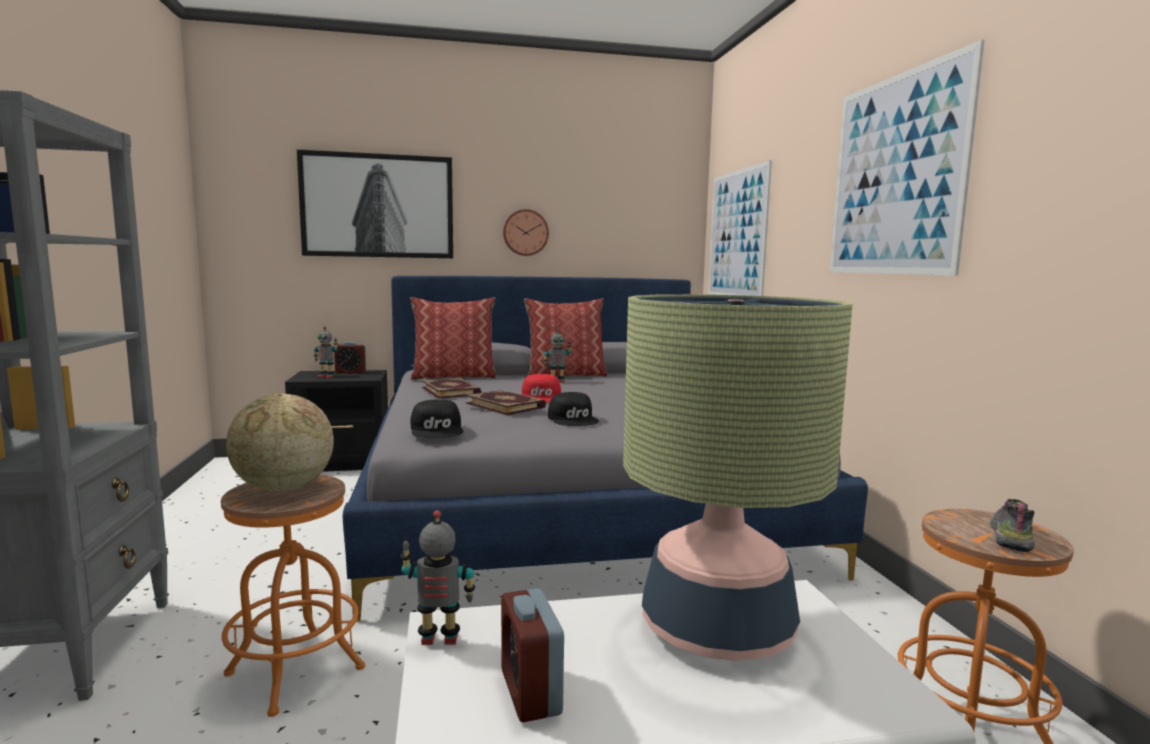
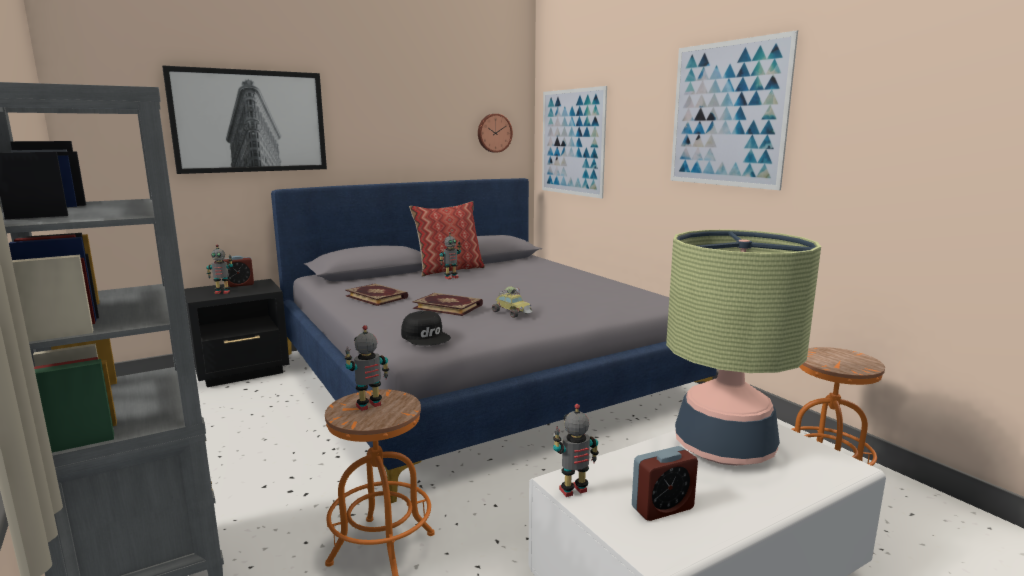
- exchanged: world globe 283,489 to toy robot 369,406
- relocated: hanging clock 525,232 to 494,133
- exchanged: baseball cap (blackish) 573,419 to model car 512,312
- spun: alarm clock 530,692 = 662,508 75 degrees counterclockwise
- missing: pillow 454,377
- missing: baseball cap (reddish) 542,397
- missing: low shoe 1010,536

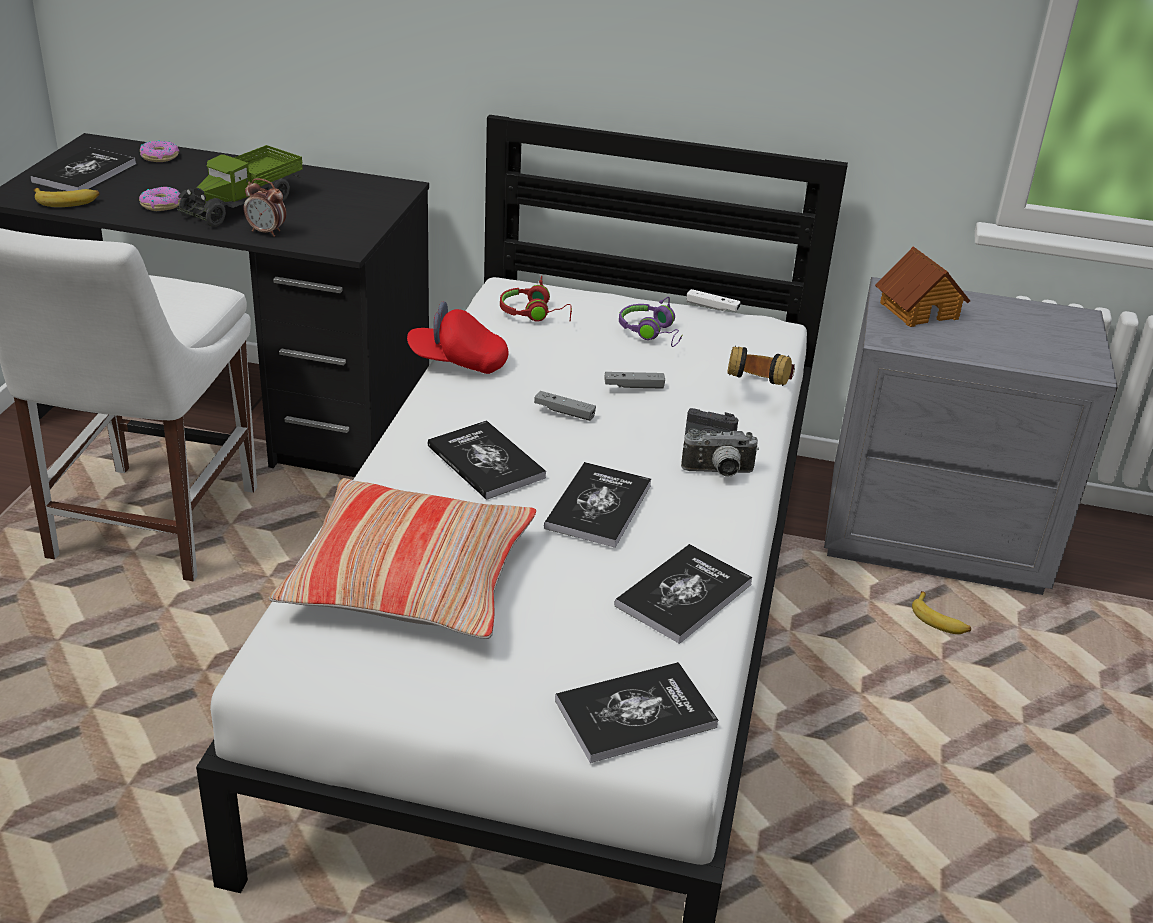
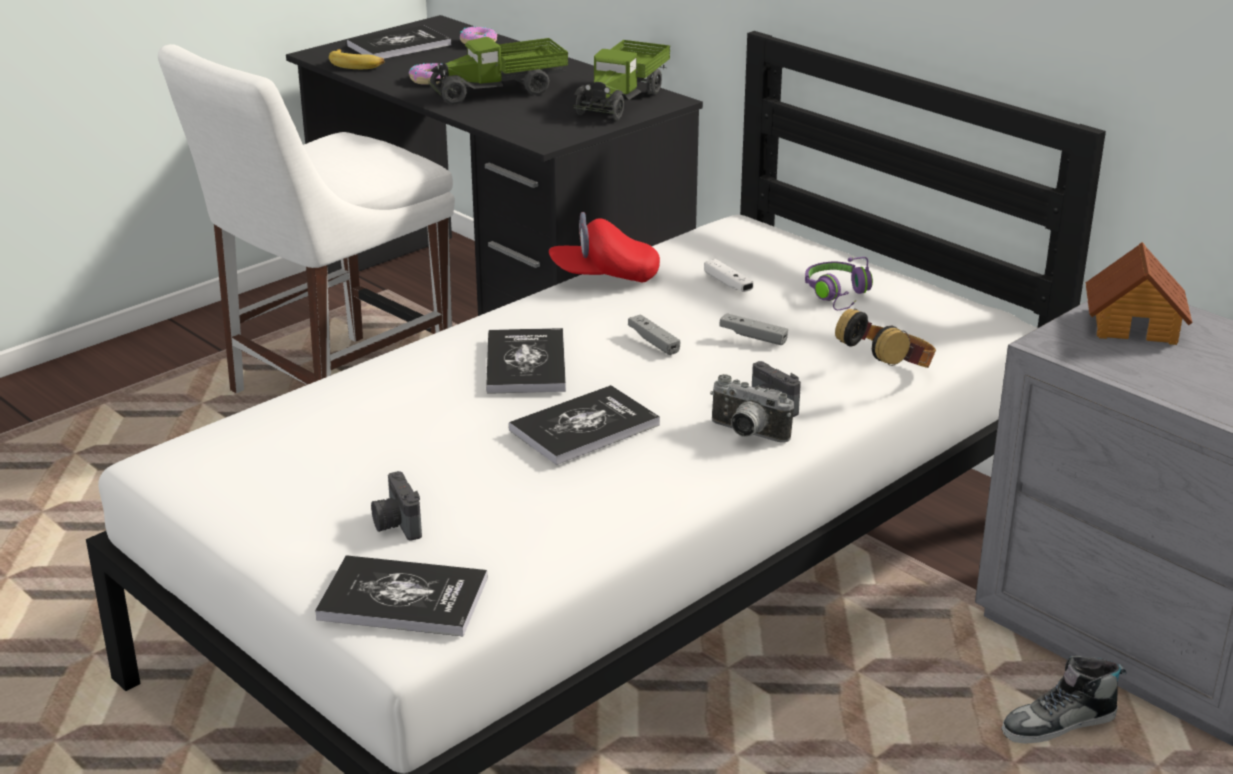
- appeared: still camera 396,524
- spun: baseball cap (reddish) 458,362 = 604,277 45 degrees counterclockwise
- appeared: toy truck 622,100
- relocated: gamepad (whitish) 712,307 to 728,283
- exchanged: banana fruit 939,620 to low shoe 1059,725
- missing: alarm clock 267,232
- missing: pillow 410,578
- missing: headset (reddish) 535,314
- missing: bound book 683,595

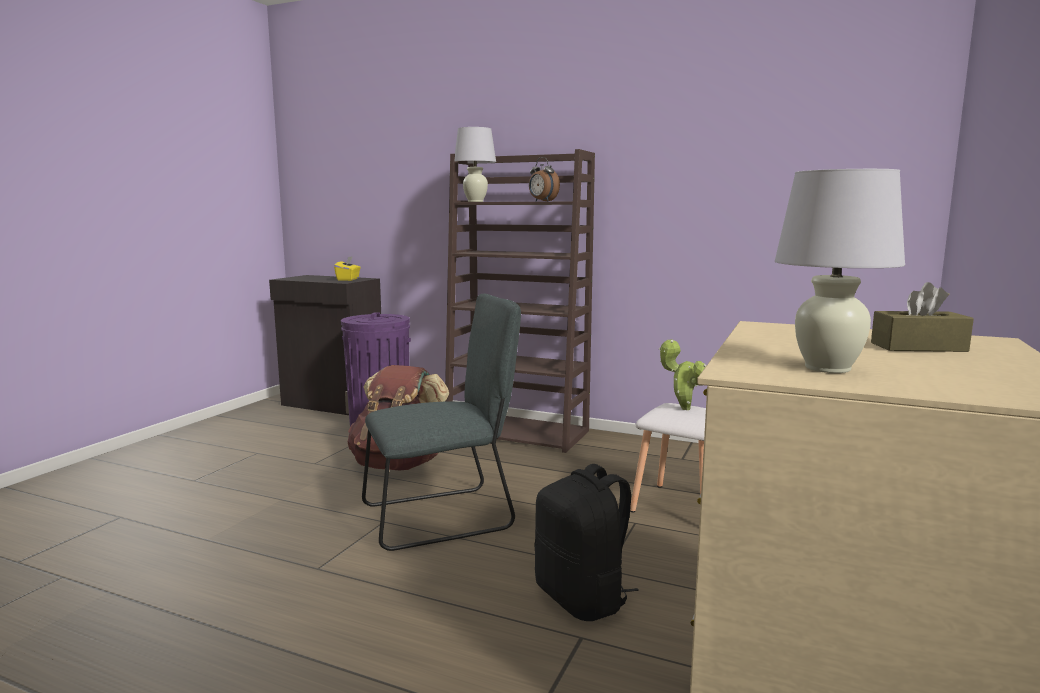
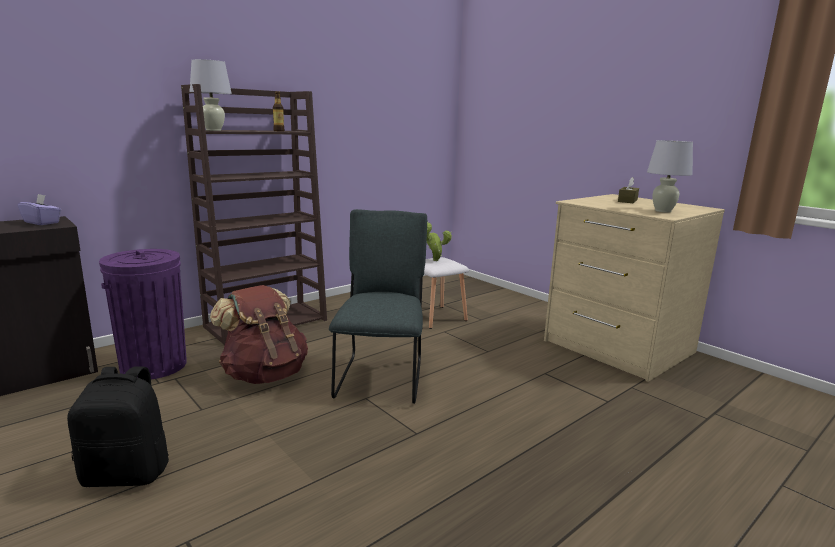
- colour: box of tissues (yellow-coloured) 348,279 to box of tissues (purple-coloured) 42,222
- relocated: rucksack (blackish) 583,598 to 128,473
- exchanged: alarm clock 542,201 to drink bottle 279,131

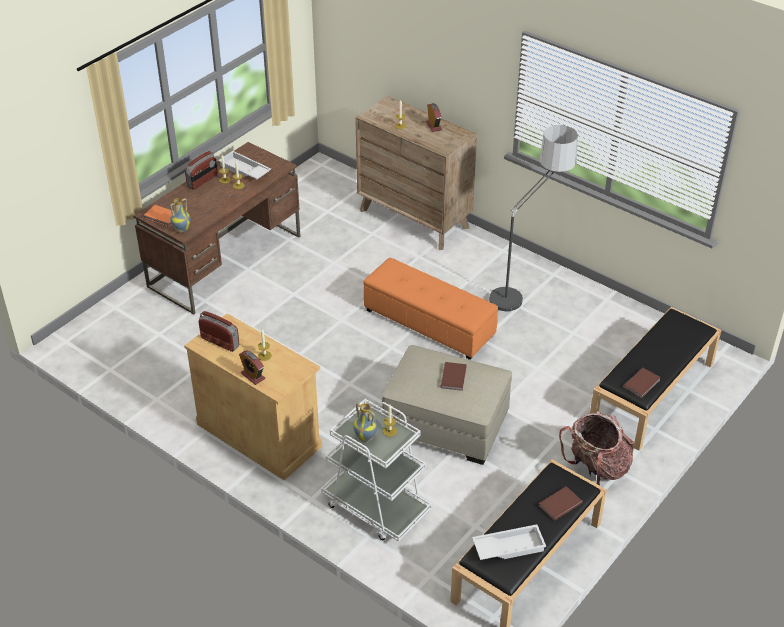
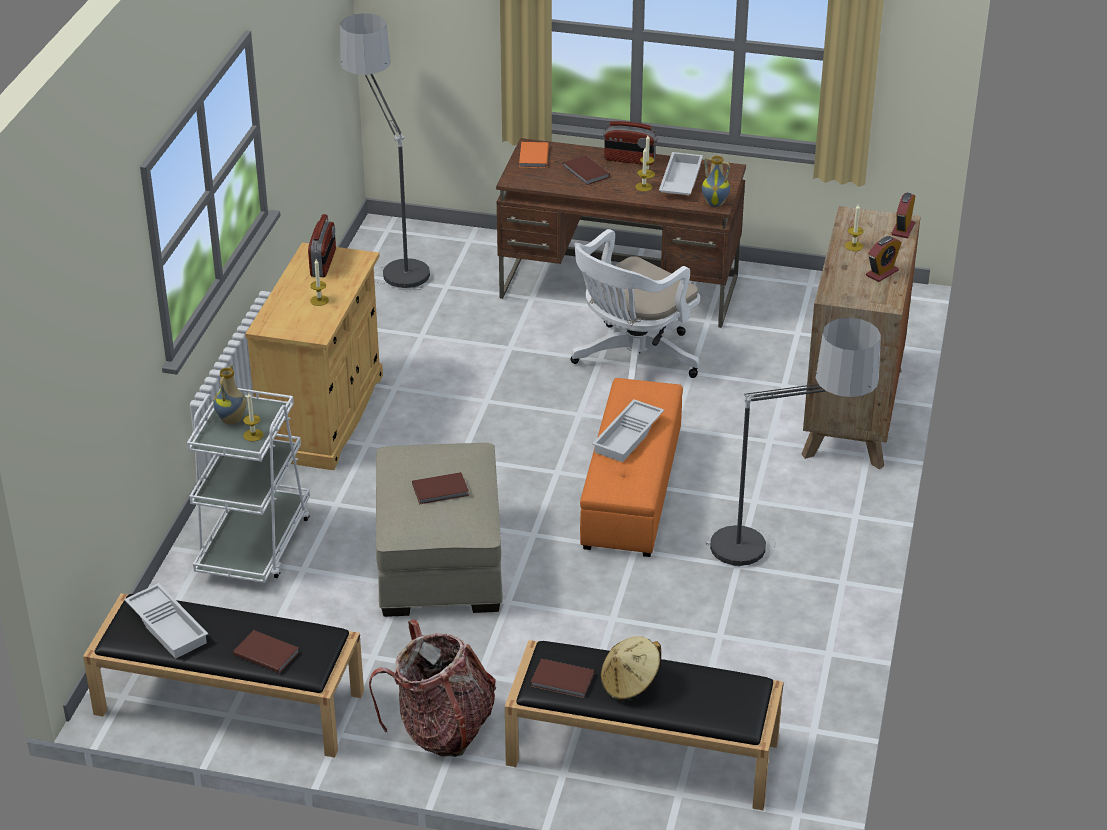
- appeared: standard lamp 389,259
- appeared: bound book (brownish) 585,172
- appeared: desk chair (whitish) 631,362
- appeared: serving tray (whitish) 629,436
- appeared: wearable hat (beige) 630,684
- relocated: flower vase 181,229 to 715,203
- relocated: alarm clock 253,376 to 903,229

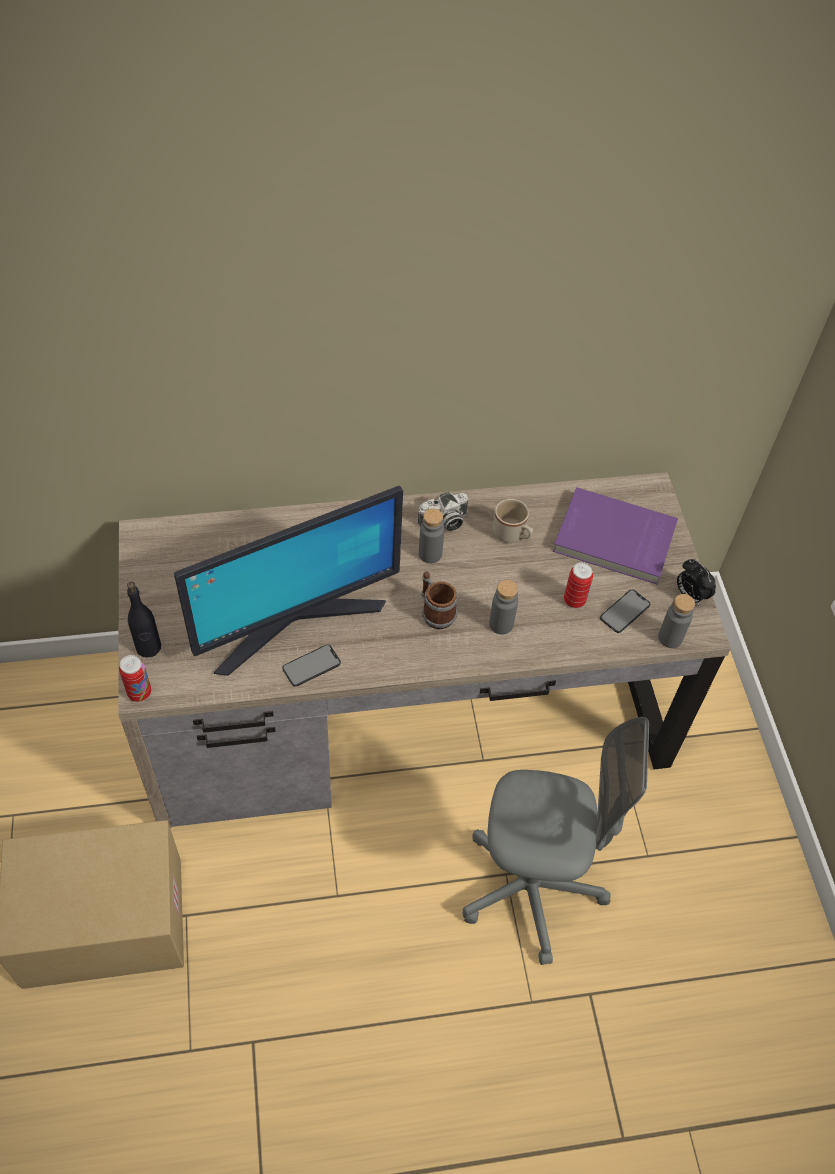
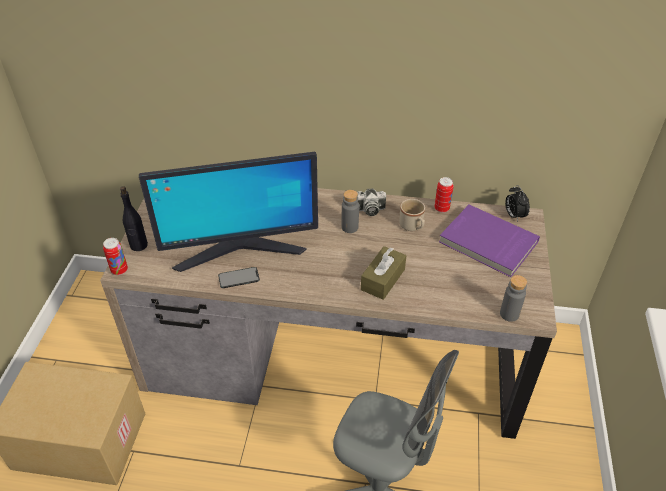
- exchanged: drink bottle (grey) 501,624 to box of tissues (brownish) 383,279
- relocated: can 574,600 to 441,208
- relocated: alarm clock 690,595 to 514,215
- missing: mug 435,611
- missing: telephone 625,611

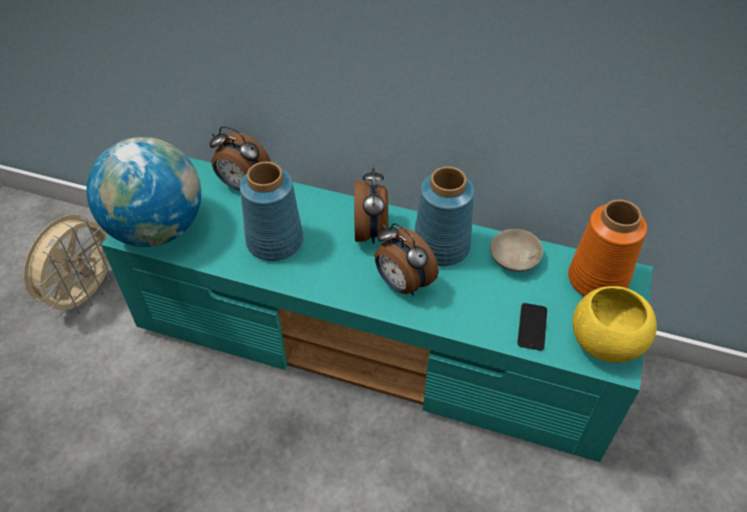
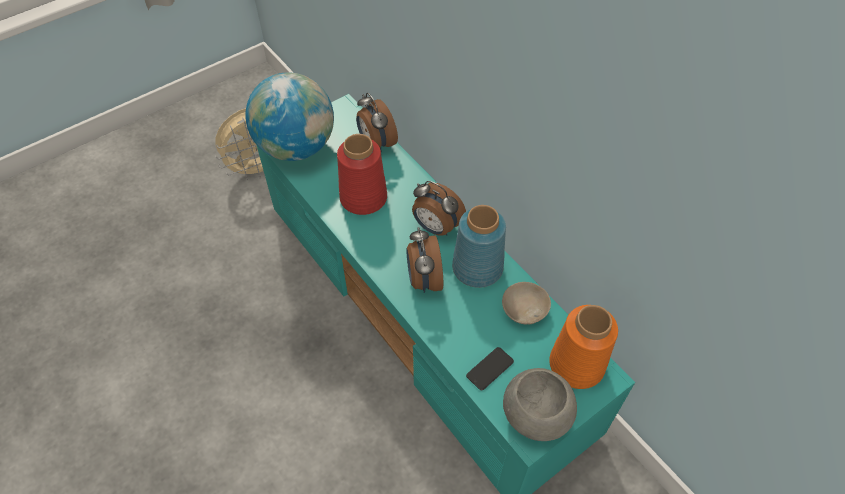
- colour: flower vase (blue) 274,242 to flower vase (reddish) 362,198
- spun: alarm clock 371,231 = 436,227 90 degrees clockwise
- colour: serving bowl (yellow-coloured) 606,343 to serving bowl (grey) 535,416

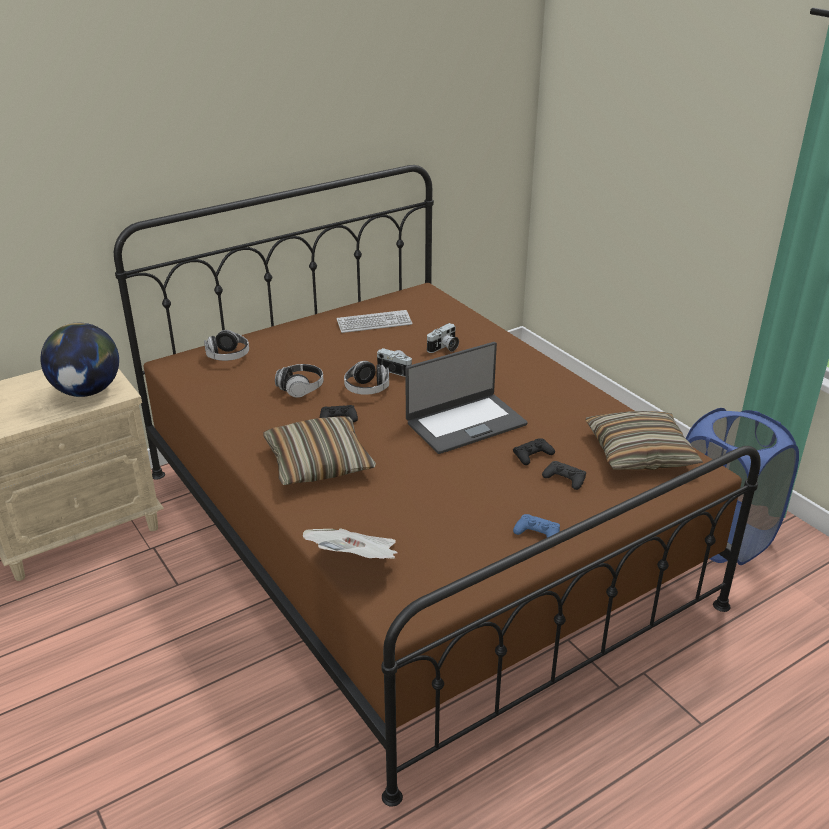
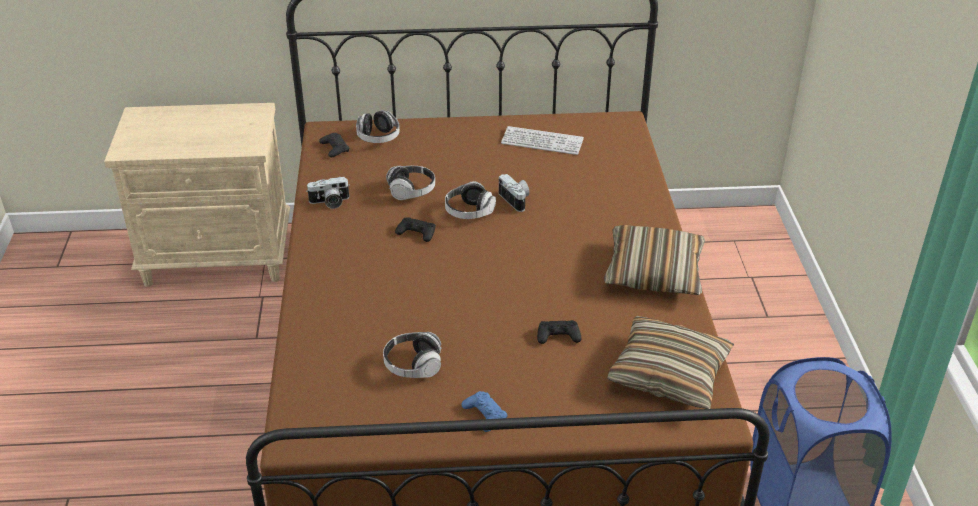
- relocated: still camera 444,348 to 329,202
- relocated: gamepad (blackish) 564,478 to 334,148
- appeared: headset 413,365
- relocated: pillow 318,462 to 654,272
- missing: world globe 87,391
- missing: daily paper 356,562
- missing: laptop 465,423

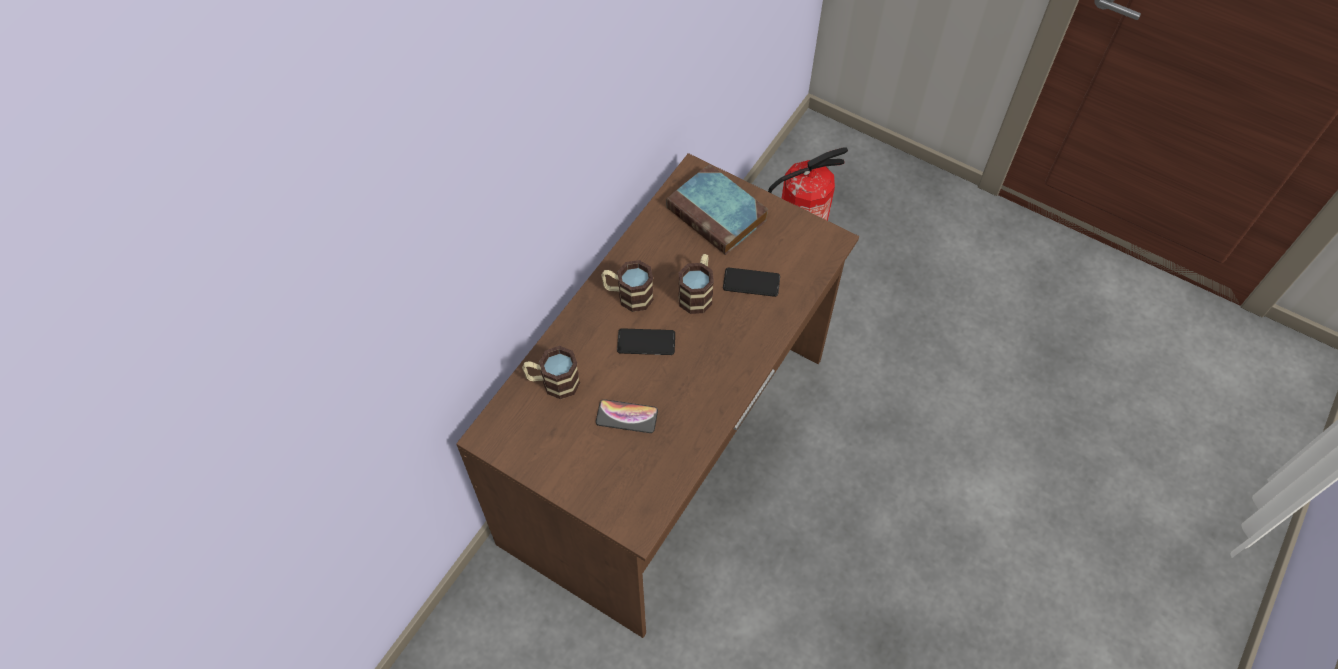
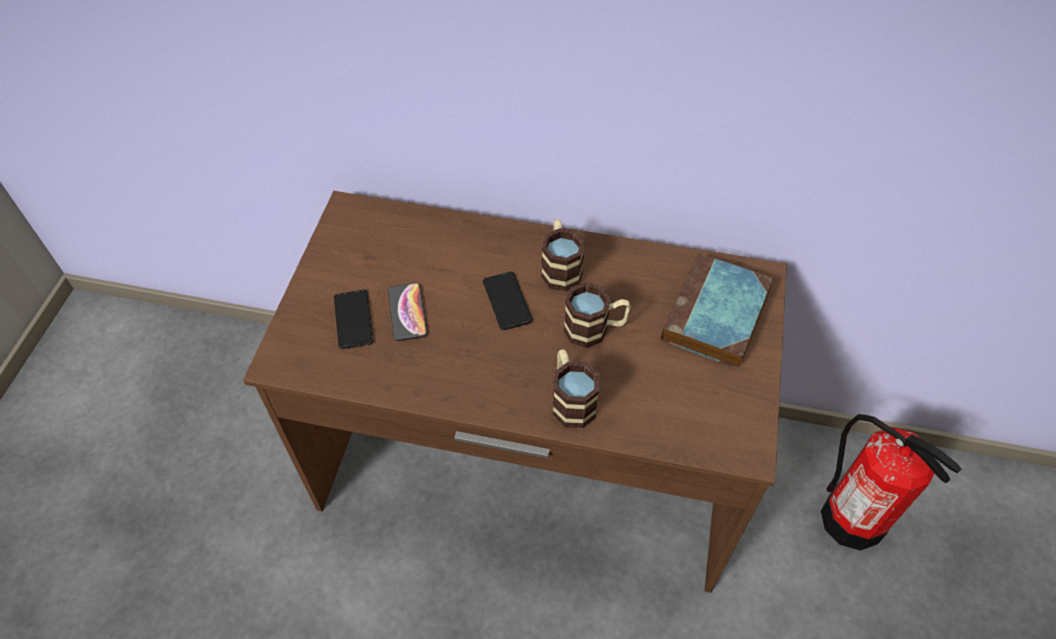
- relocated: telephone 751,282 to 353,320
- relocated: mug 553,382 to 570,399

